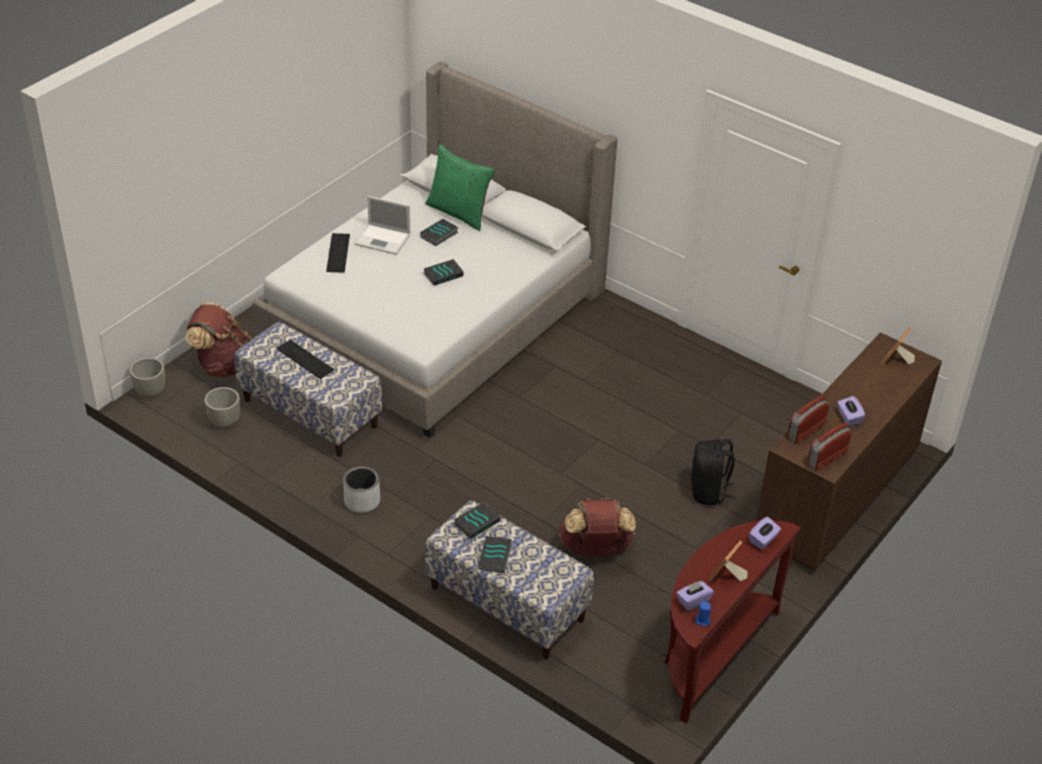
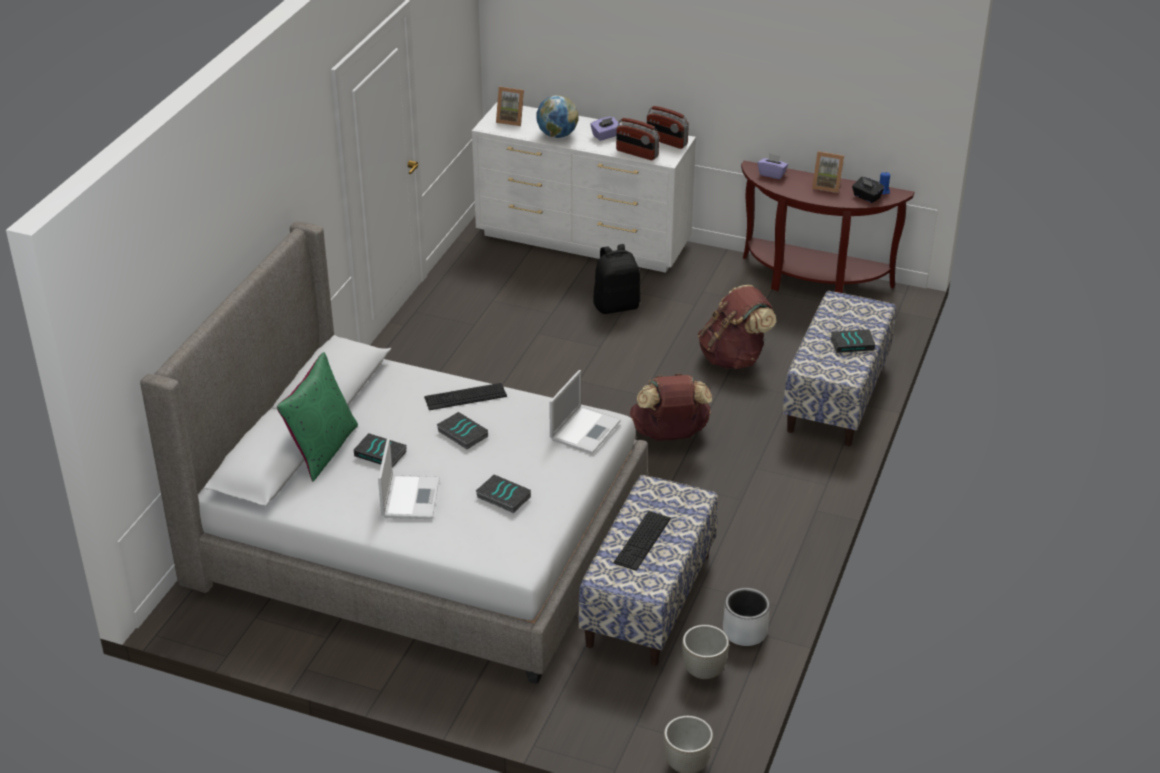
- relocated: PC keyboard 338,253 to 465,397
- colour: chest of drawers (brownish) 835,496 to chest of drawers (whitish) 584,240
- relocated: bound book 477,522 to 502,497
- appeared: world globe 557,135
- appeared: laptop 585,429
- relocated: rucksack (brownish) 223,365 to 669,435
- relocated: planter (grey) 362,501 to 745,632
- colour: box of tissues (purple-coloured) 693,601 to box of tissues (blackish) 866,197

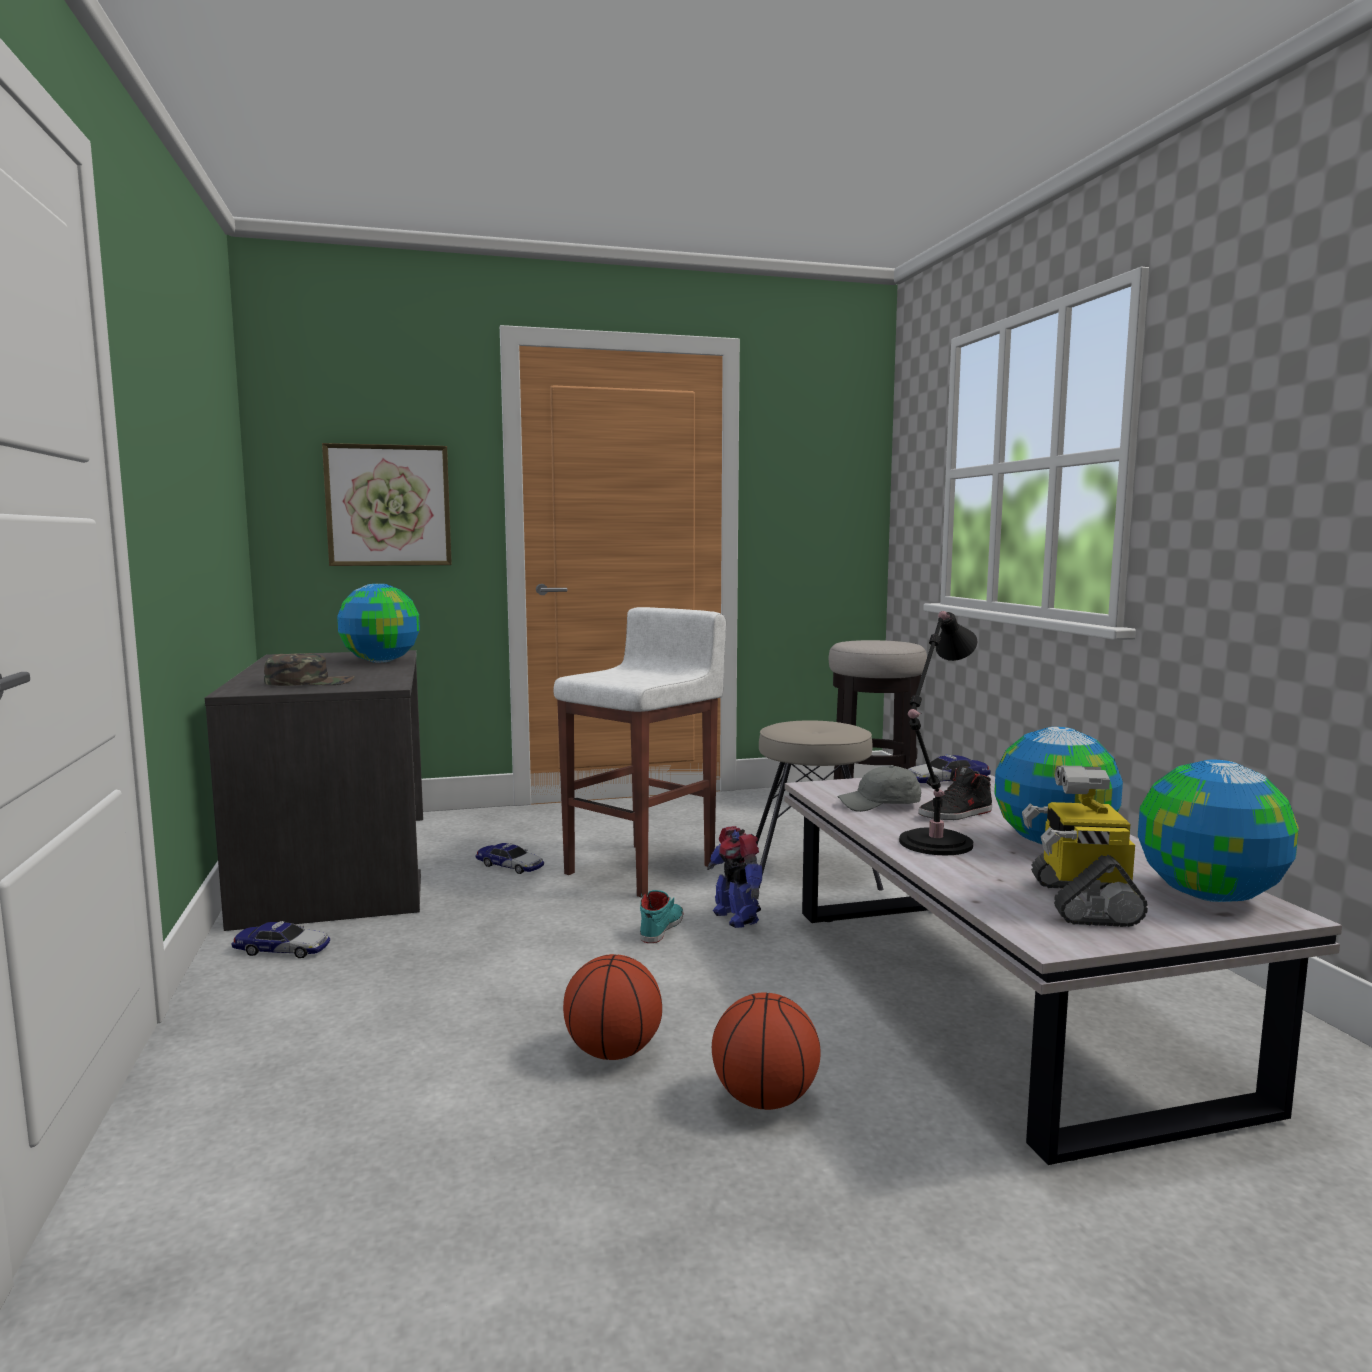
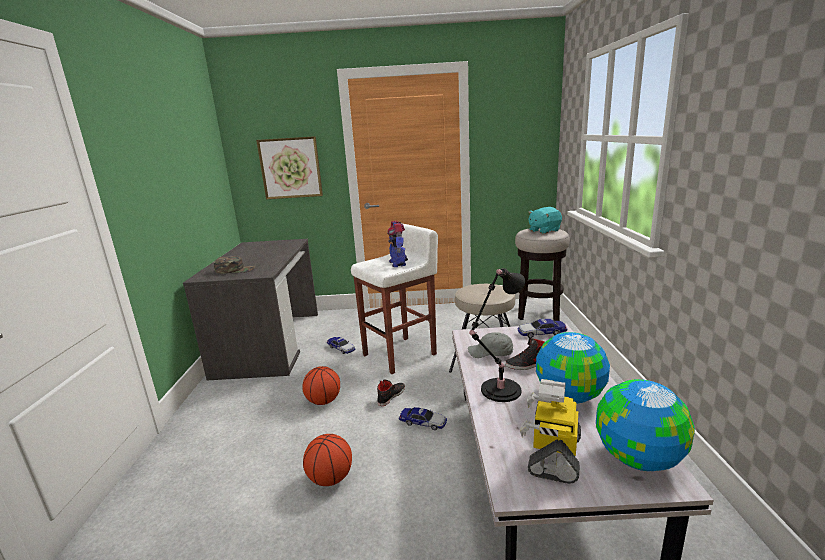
- relocated: basketball 764,1100 to 323,401
- colour: low shoe (turquoise) 661,928 to low shoe (blackish) 391,396
- relocated: toy robot 736,917 to 398,263
- relocated: model car 282,950 to 423,422
- appeared: soft toy (turquoise) 543,231
- missing: world globe 381,661

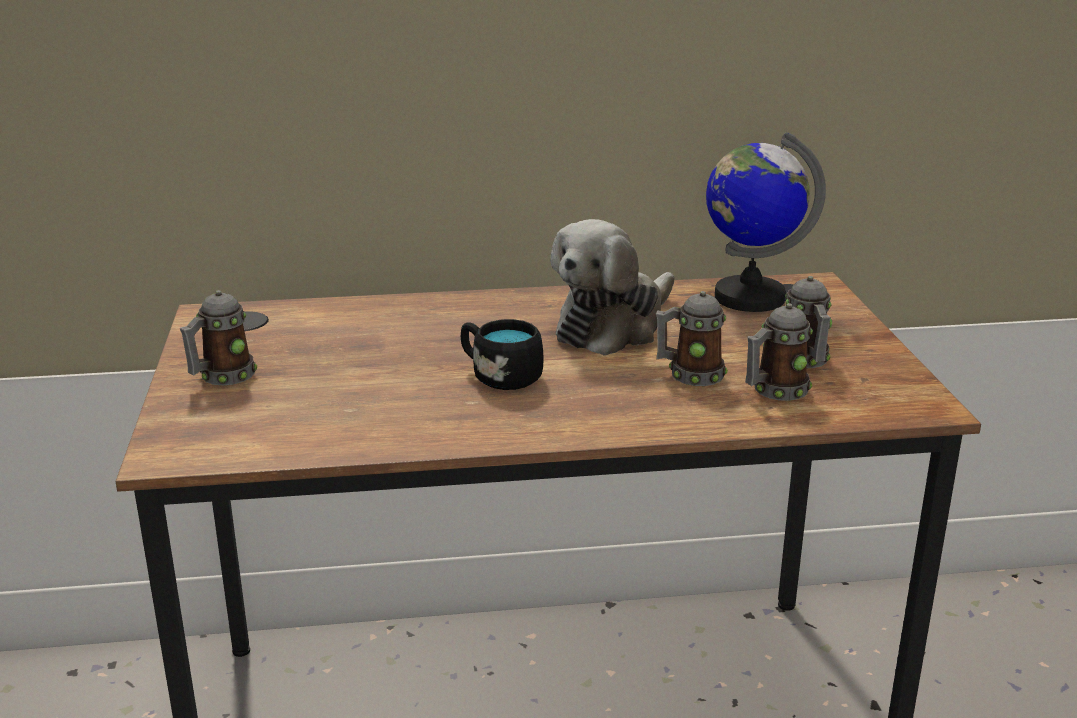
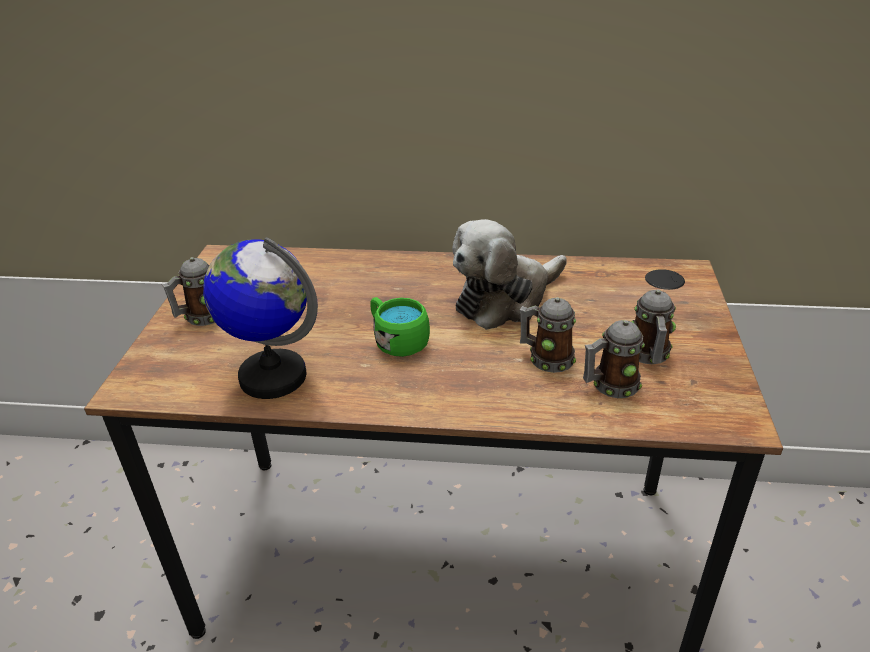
- relocated: world globe 748,297 to 273,376
- colour: mug (blackish) 499,376 to mug (greenish) 397,340

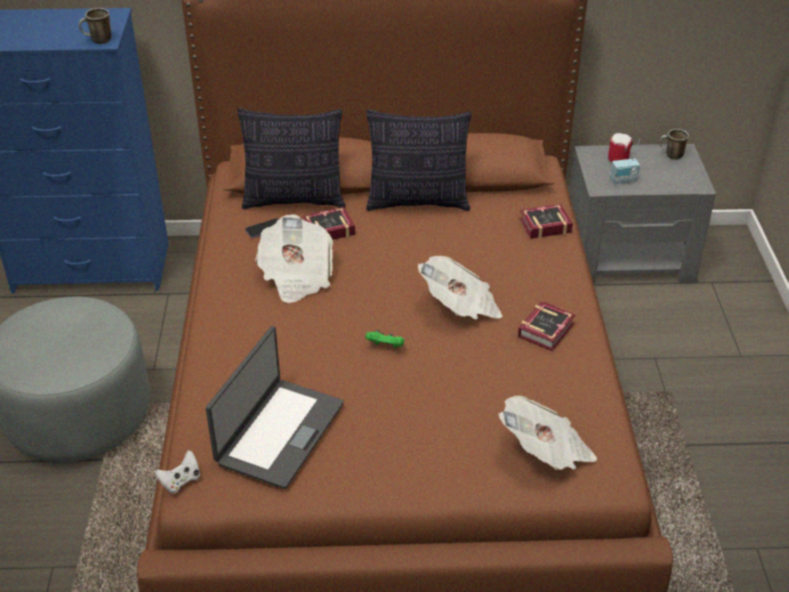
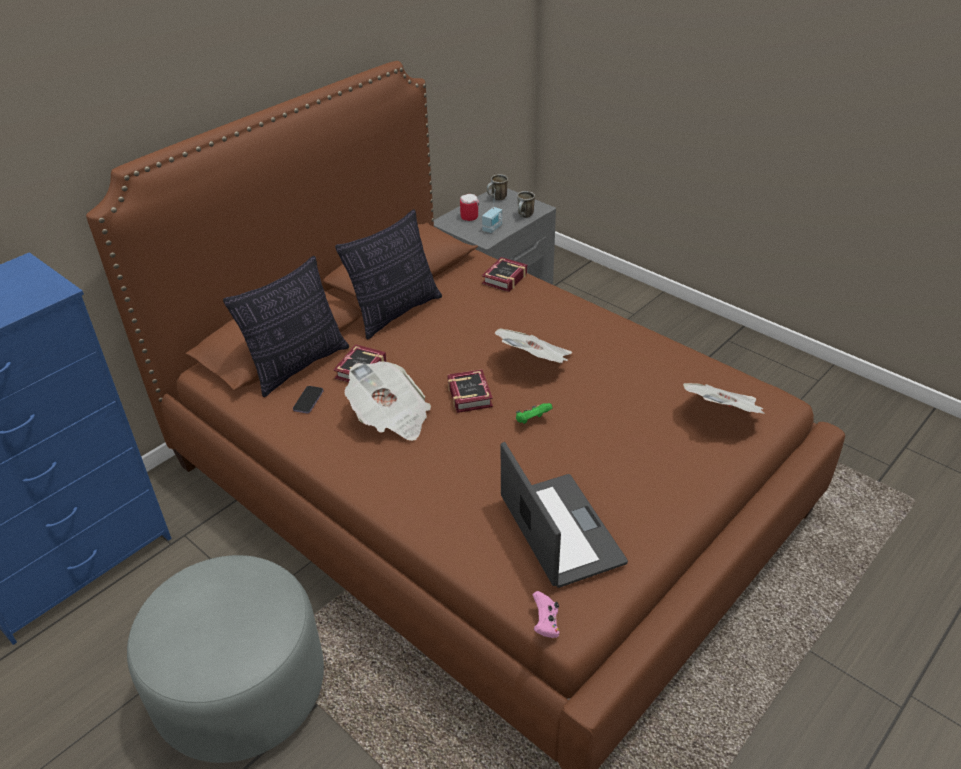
- relocated: bound book 548,329 to 470,393
- relocated: mug 98,41 to 525,216
- colour: gamepad (whitish) 181,481 to gamepad (pink-coloured) 545,624

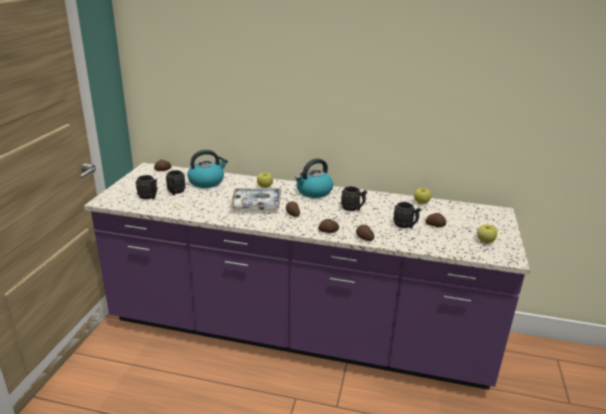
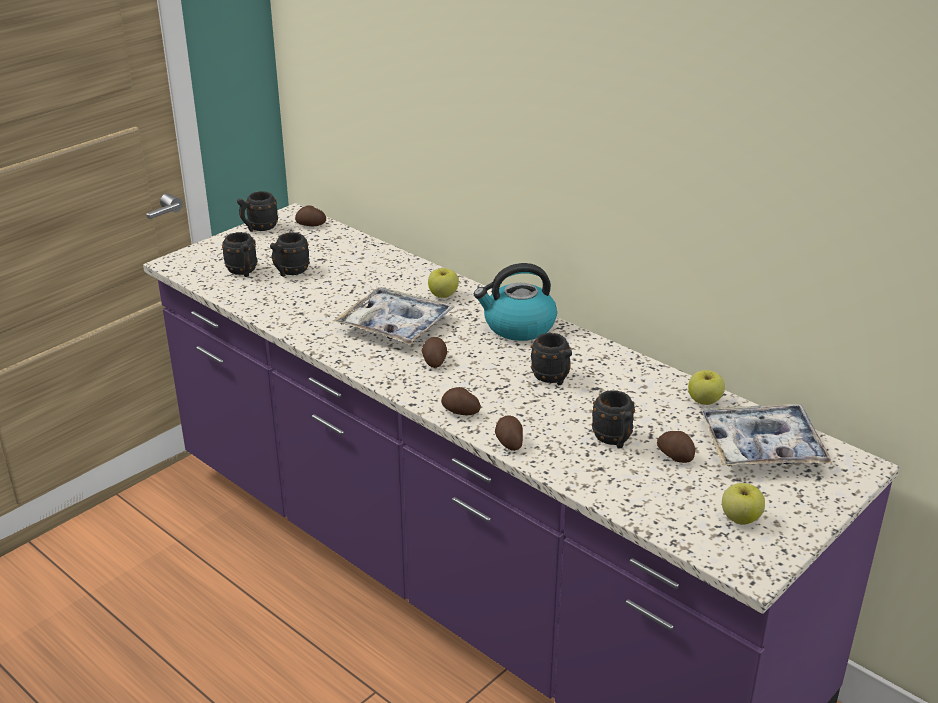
- appeared: mug (blackish) 258,228
- appeared: serving tray 762,446
- missing: kettle 207,182

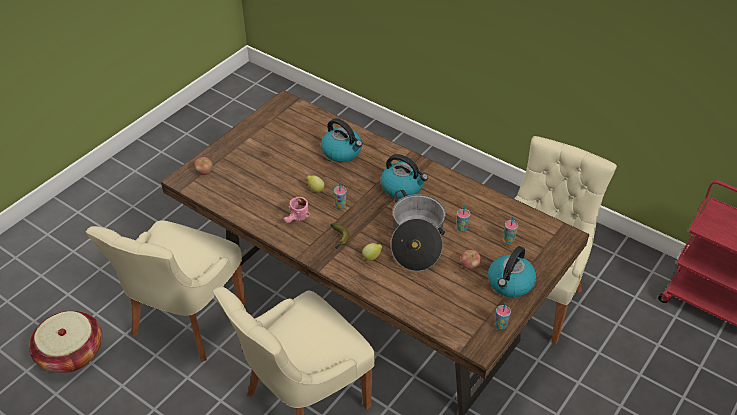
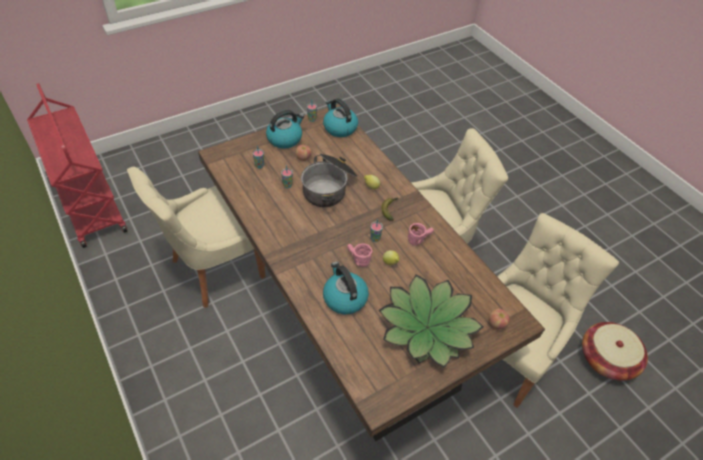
- relocated: kettle 402,187 to 339,128
- appeared: mug (pink-coloured) 357,259
- appeared: potted plant 427,327

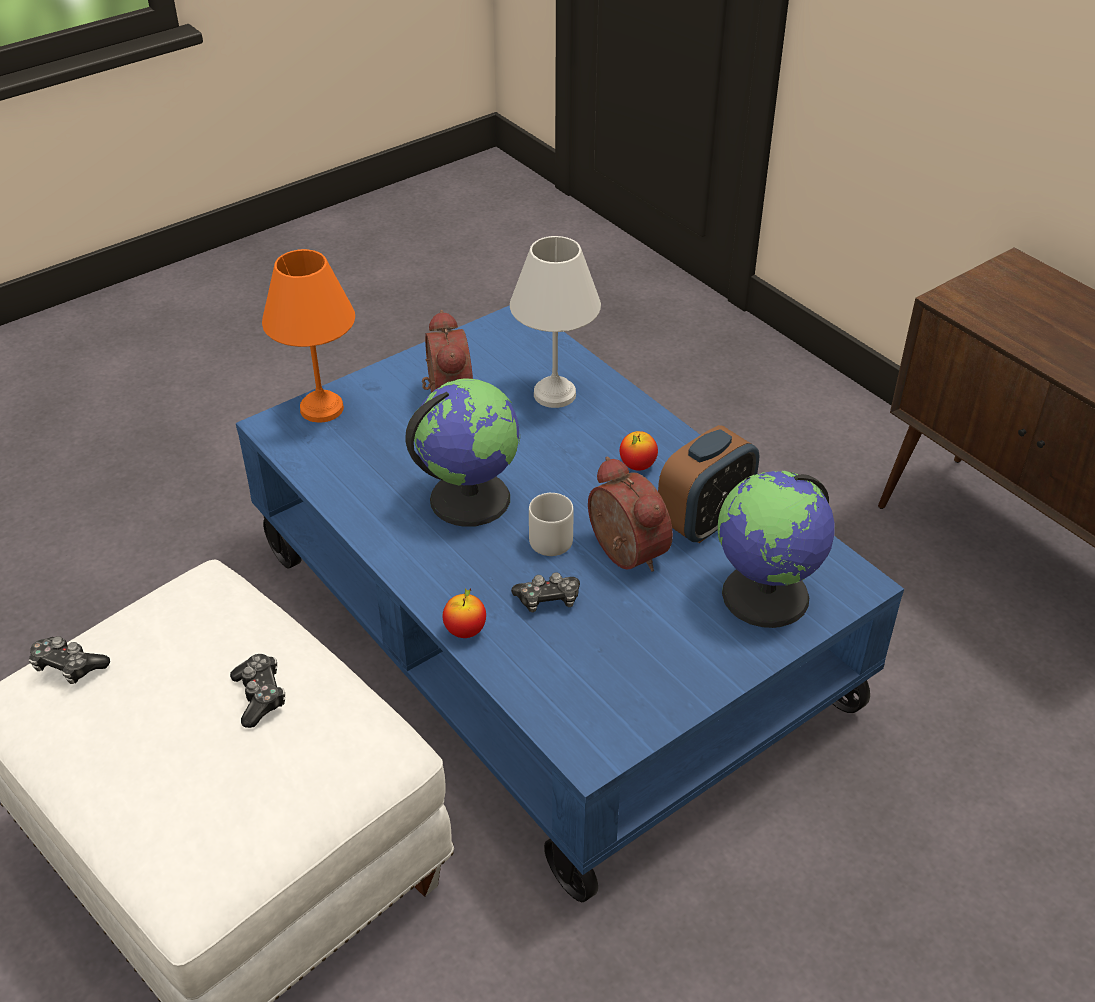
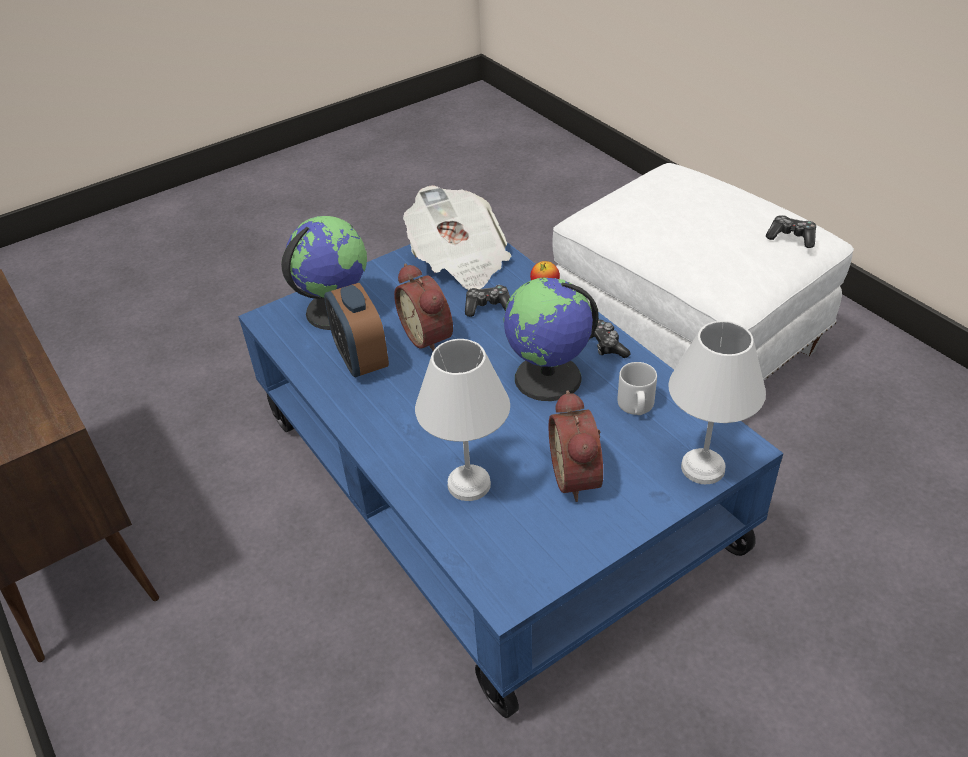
- spun: alarm clock 704,521 = 361,360 75 degrees counterclockwise
- appeared: daily paper 459,261
- relocated: gamepad 260,696 to 606,345
- relocated: mug (grey) 550,537 to 636,406
- colour: lamp for a table (orange-coloured) 320,408 to lamp for a table (whitish) 705,469
- missing: whole apple 637,466

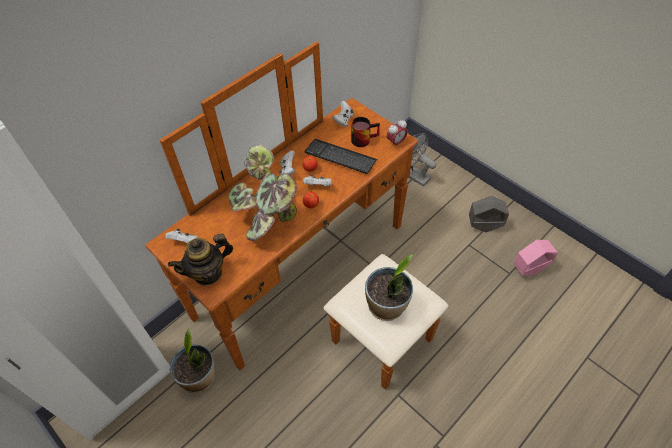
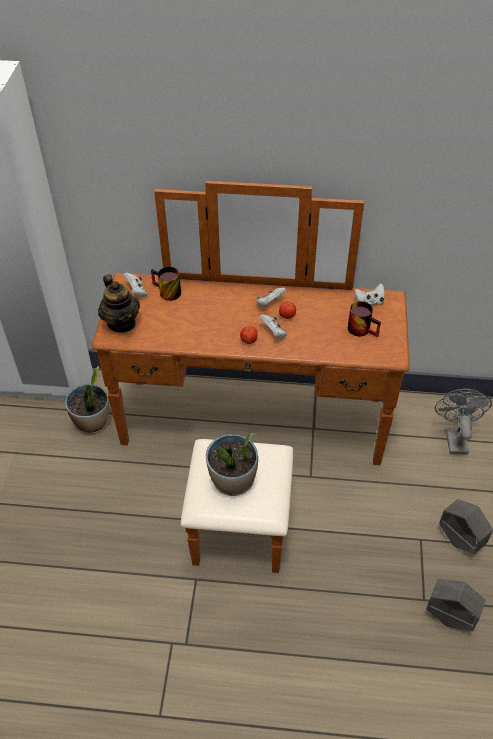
- spun: teapot 208,273 = 122,323 135 degrees counterclockwise
- appeared: mug 166,293
- colour: planter (pink-coloured) 529,269 to planter (grey) 449,617
- missing: potted plant 266,215
- missing: PC keyboard 340,157
- missing: alarm clock 396,142

